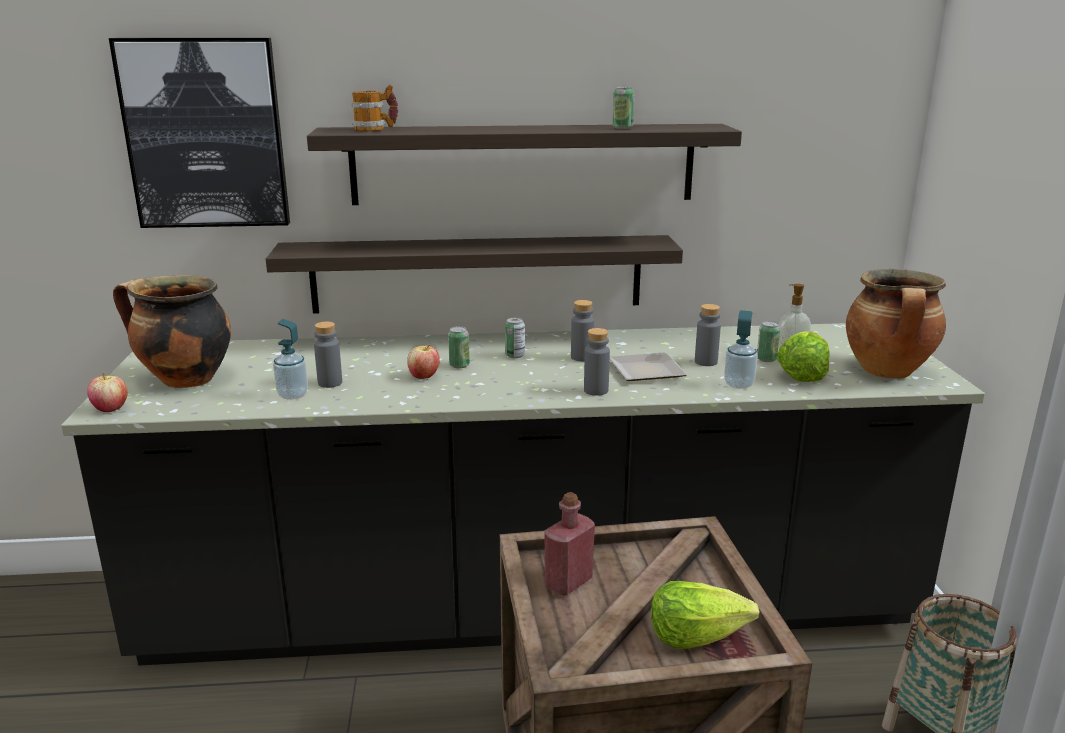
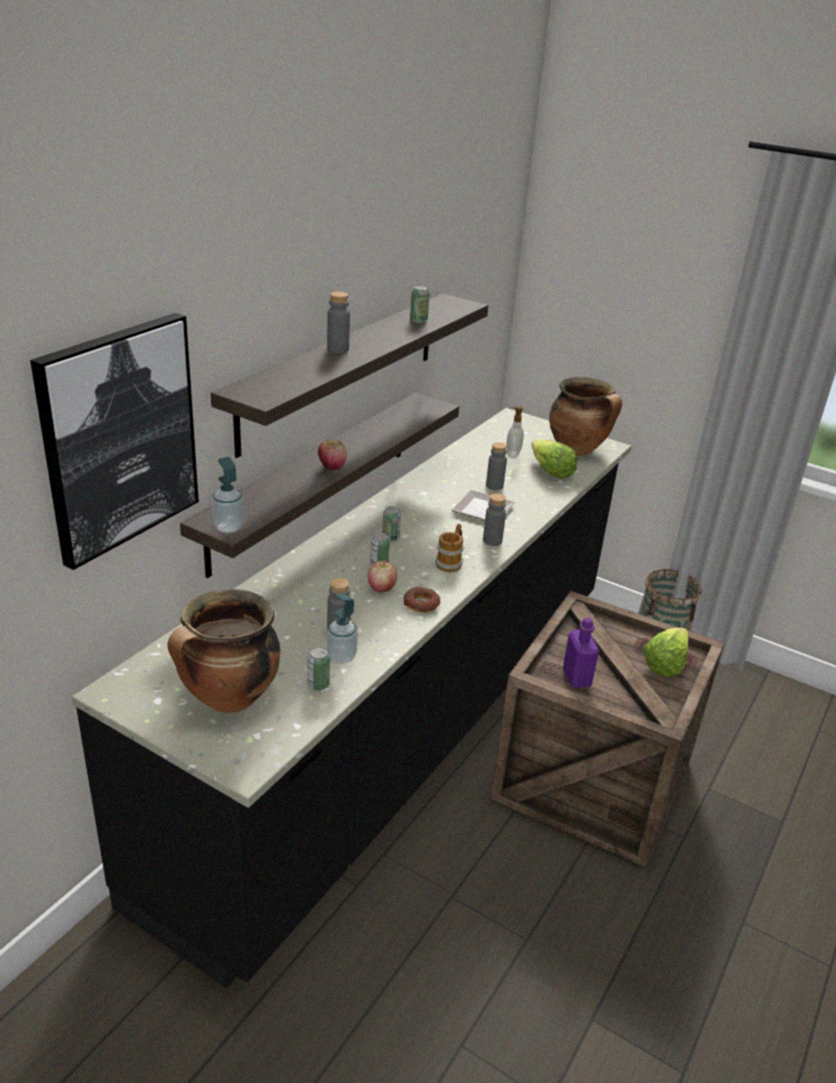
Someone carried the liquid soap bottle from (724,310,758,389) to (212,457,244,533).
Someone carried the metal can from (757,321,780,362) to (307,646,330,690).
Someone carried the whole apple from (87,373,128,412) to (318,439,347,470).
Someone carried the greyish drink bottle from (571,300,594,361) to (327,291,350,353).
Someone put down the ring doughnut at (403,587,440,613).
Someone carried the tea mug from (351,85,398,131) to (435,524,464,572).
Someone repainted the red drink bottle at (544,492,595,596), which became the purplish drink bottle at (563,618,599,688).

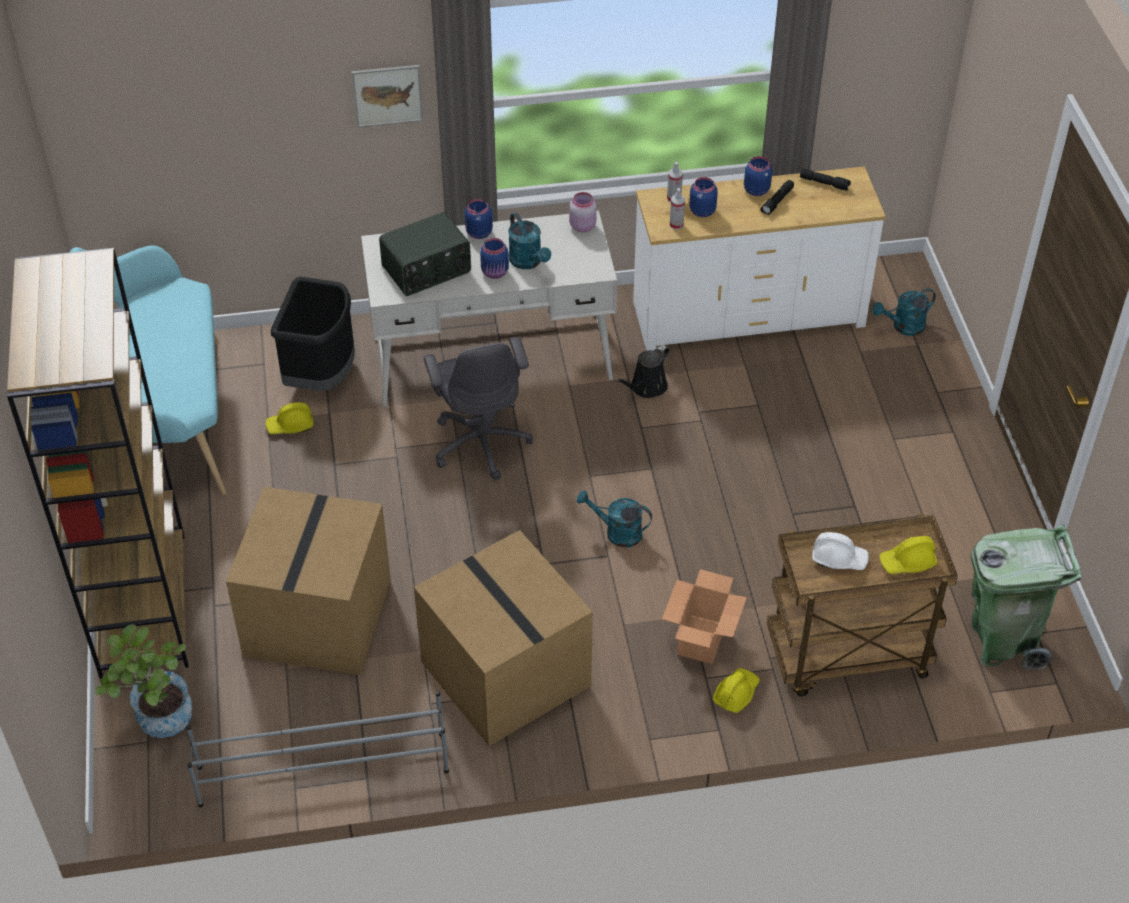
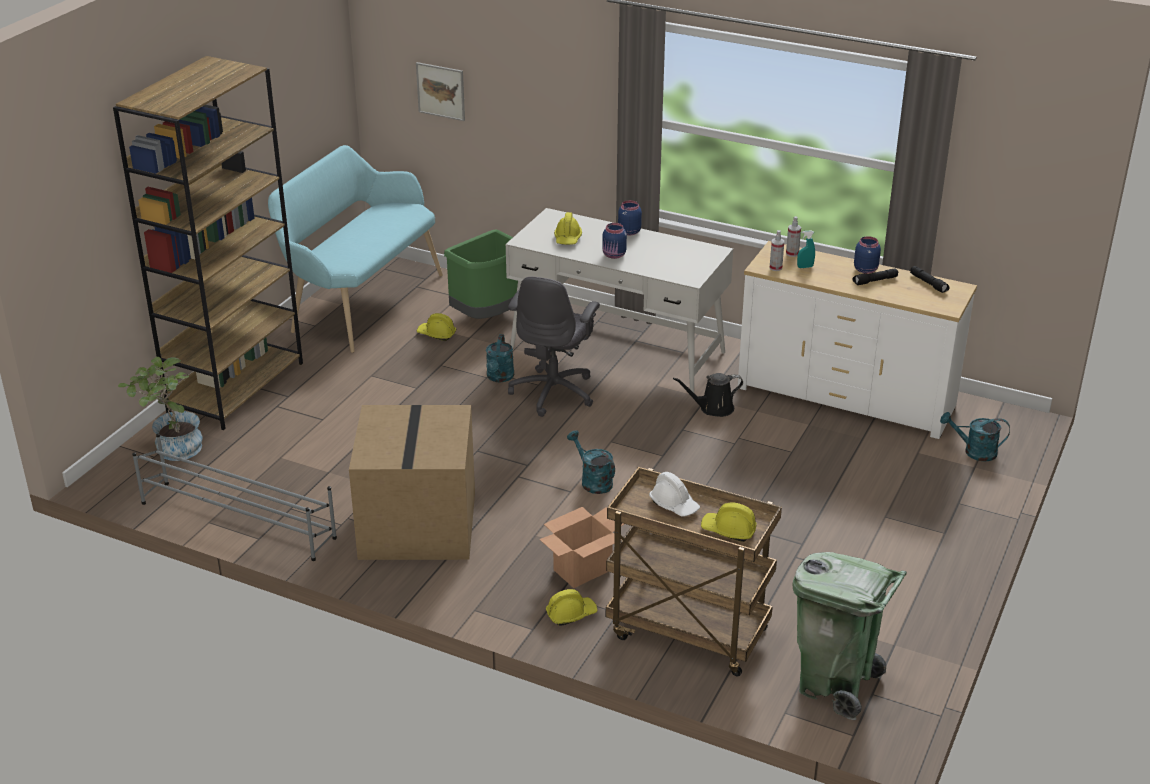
Someone carried the wall picture from (351,65,423,128) to (416,62,465,121).
Someone repainted the black rubbish bin at (271,277,355,391), which became the greenish rubbish bin at (444,230,518,319).
Someone carried the blue-green watering pot from (508,212,551,269) to (486,334,514,382).
Someone swapped the radio receiver at (379,212,471,296) for the yellowish work helmet at (554,212,582,245).
Someone swapped the blue-coloured storage jar at (689,177,718,217) for the blue-green hand sprayer at (797,230,815,268).
Someone took away the carton at (226,487,391,675).
Someone took away the pink storage jar at (569,192,597,232).

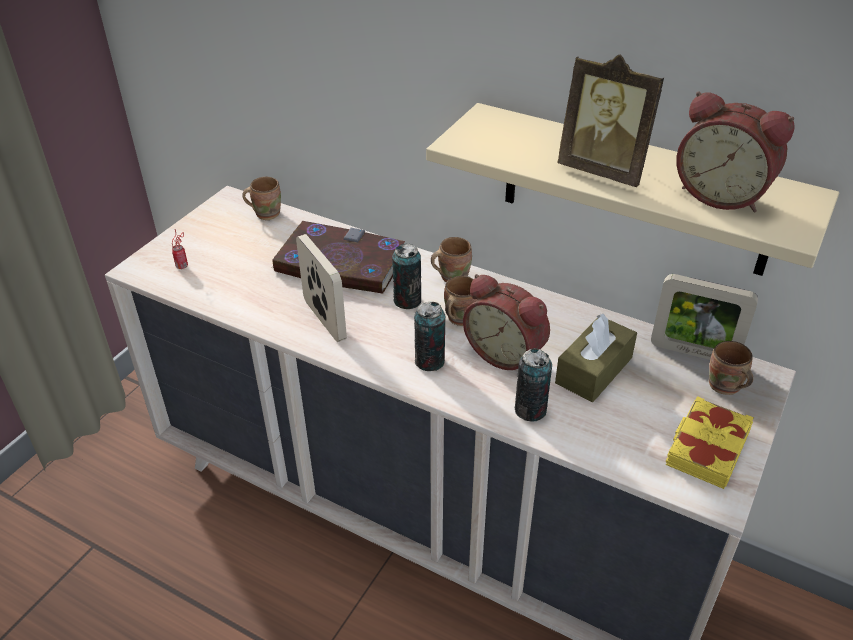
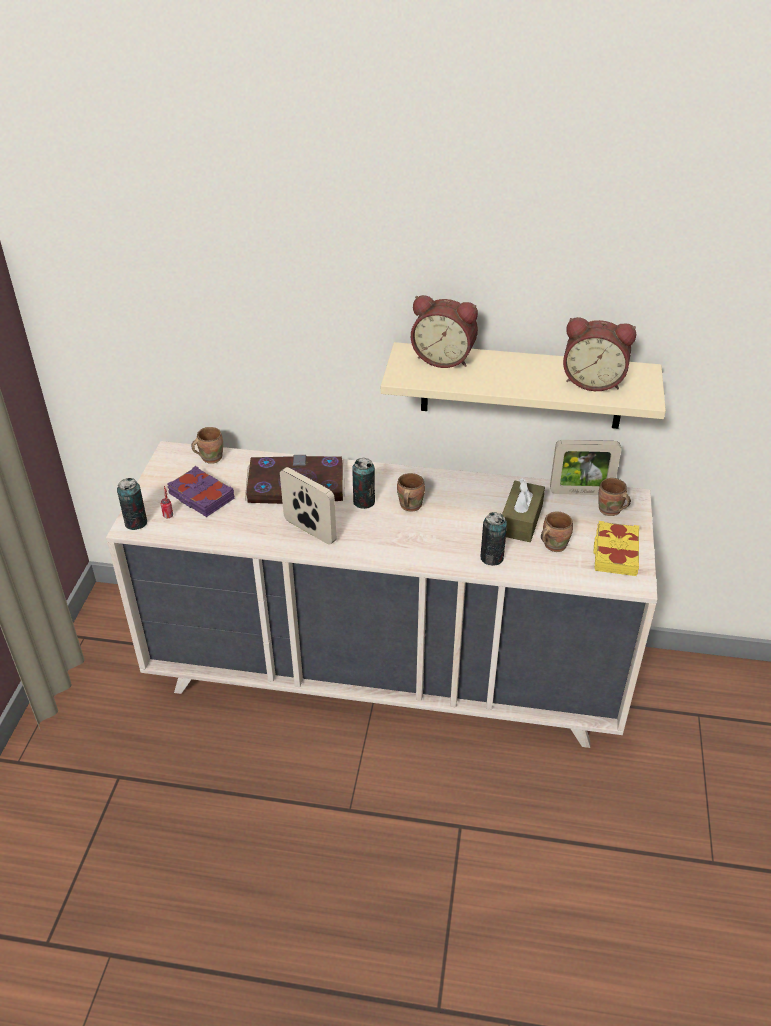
Someone carried the metal can from (414,302,445,371) to (117,478,147,530).
Someone put down the purplish book at (167,466,234,517).
Someone carried the alarm clock from (463,274,550,370) to (411,295,478,368).
Someone carried the brown-coloured tea mug from (431,237,472,282) to (541,511,573,552).
Someone took away the standing frame at (557,54,664,187).

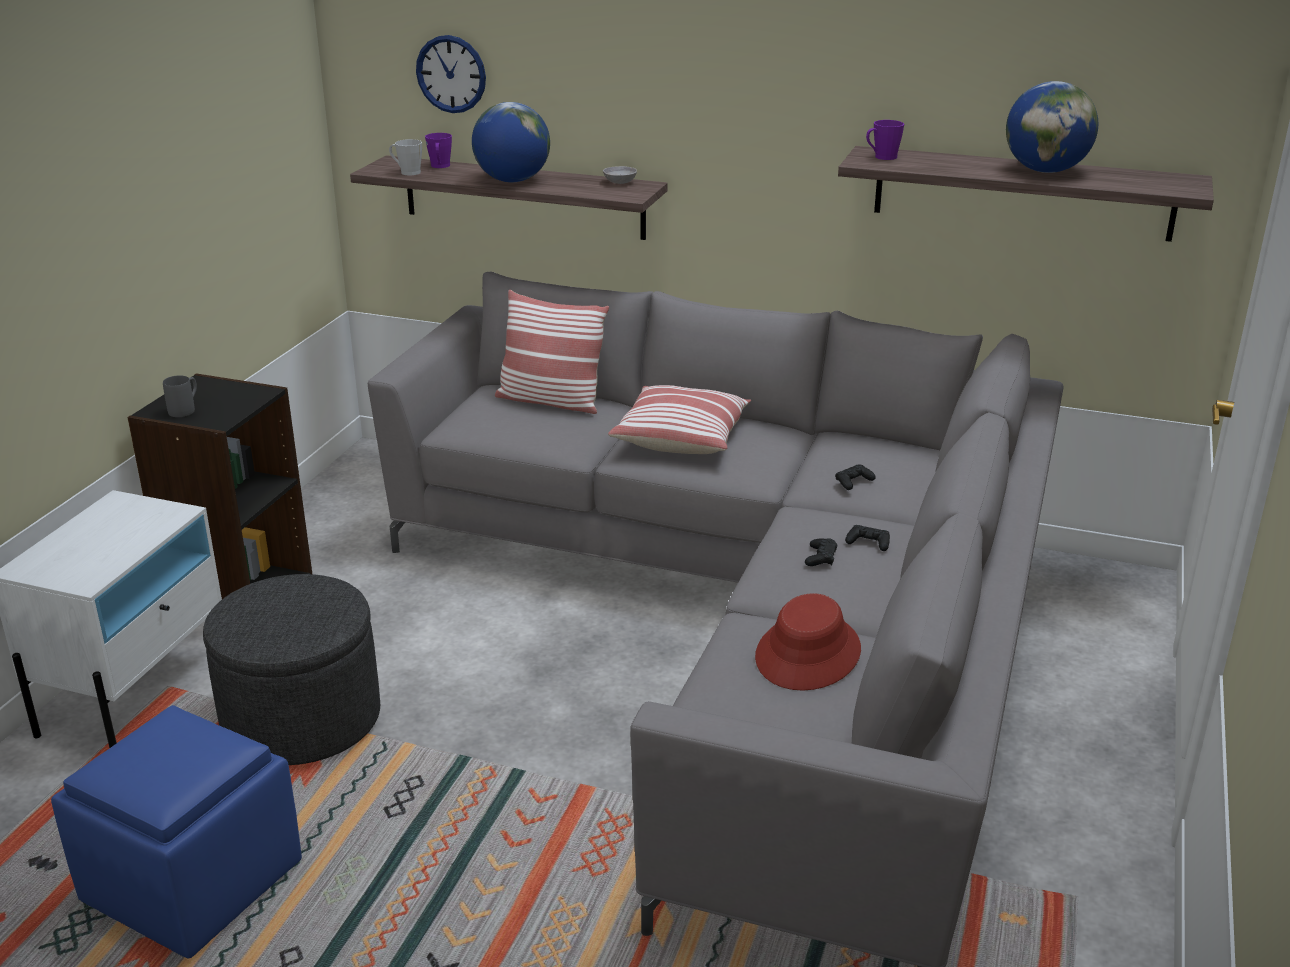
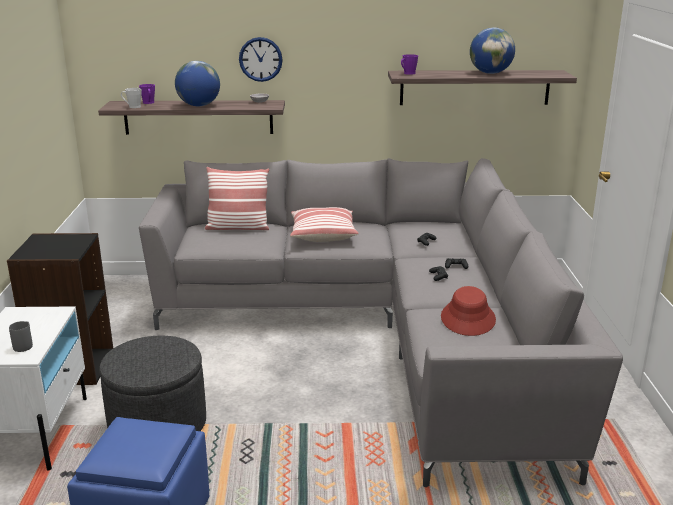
Someone carried the greyish tea mug from (163,375,197,417) to (9,321,33,352).
Someone carried the clock on the wall from (416,35,486,113) to (239,37,283,82).

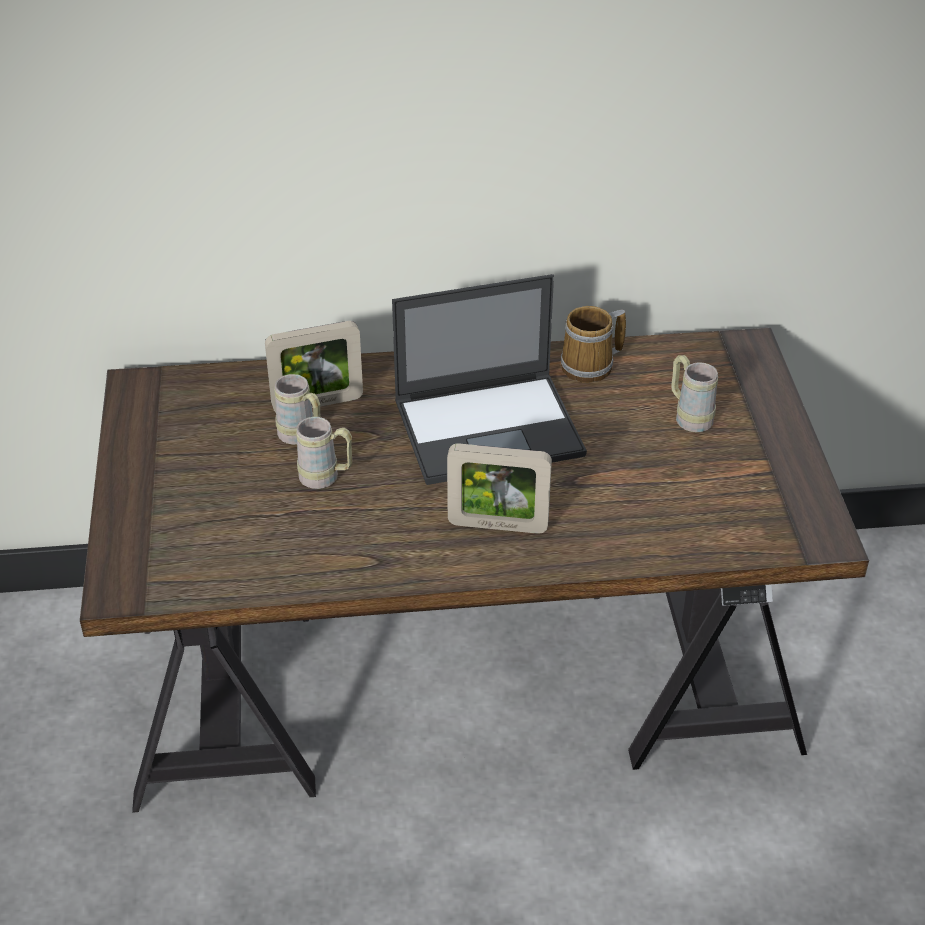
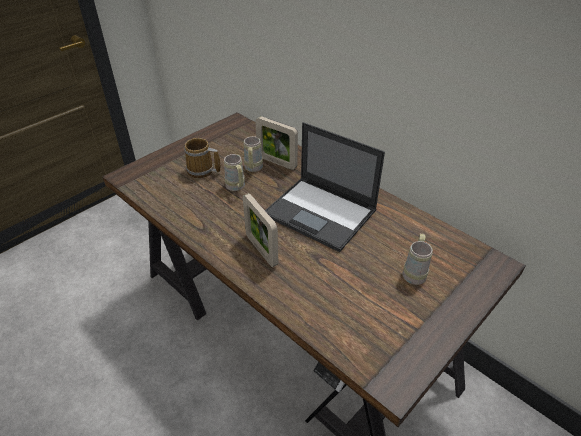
Someone carried the tea mug from (561,306,626,383) to (184,138,220,178).

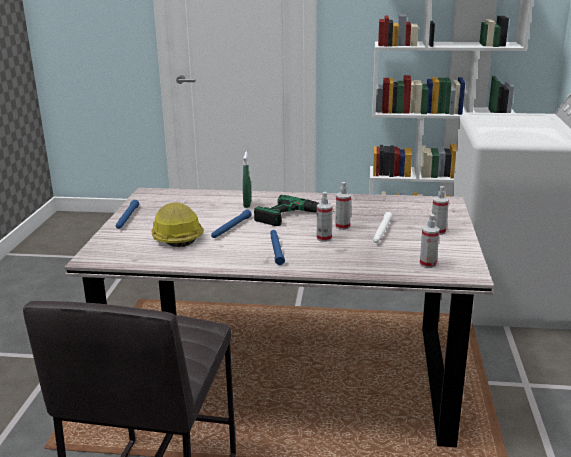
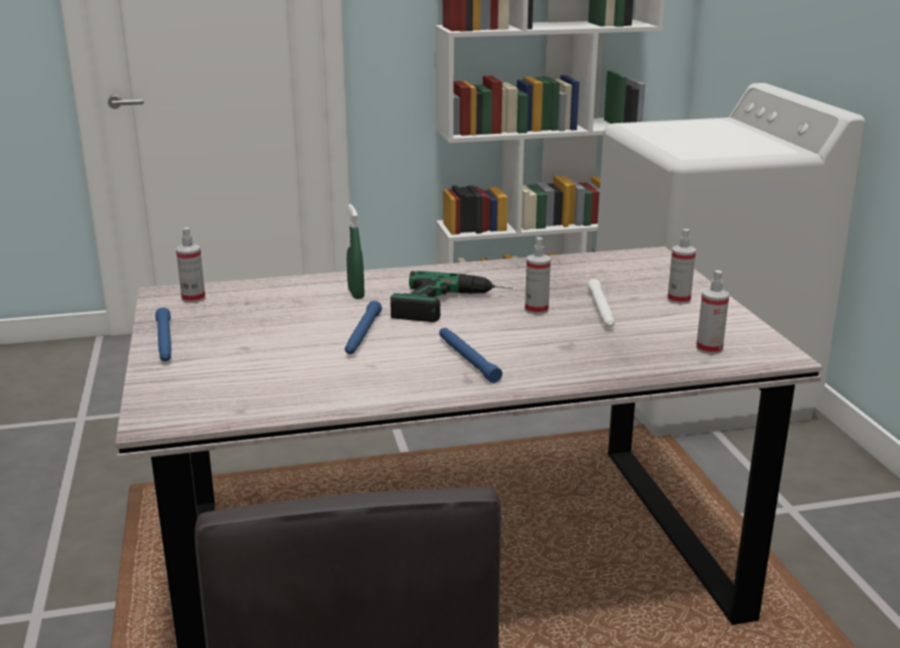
Someone carried the hand sprayer from (317,192,332,242) to (176,227,206,303).
Someone took away the work helmet at (151,202,204,247).

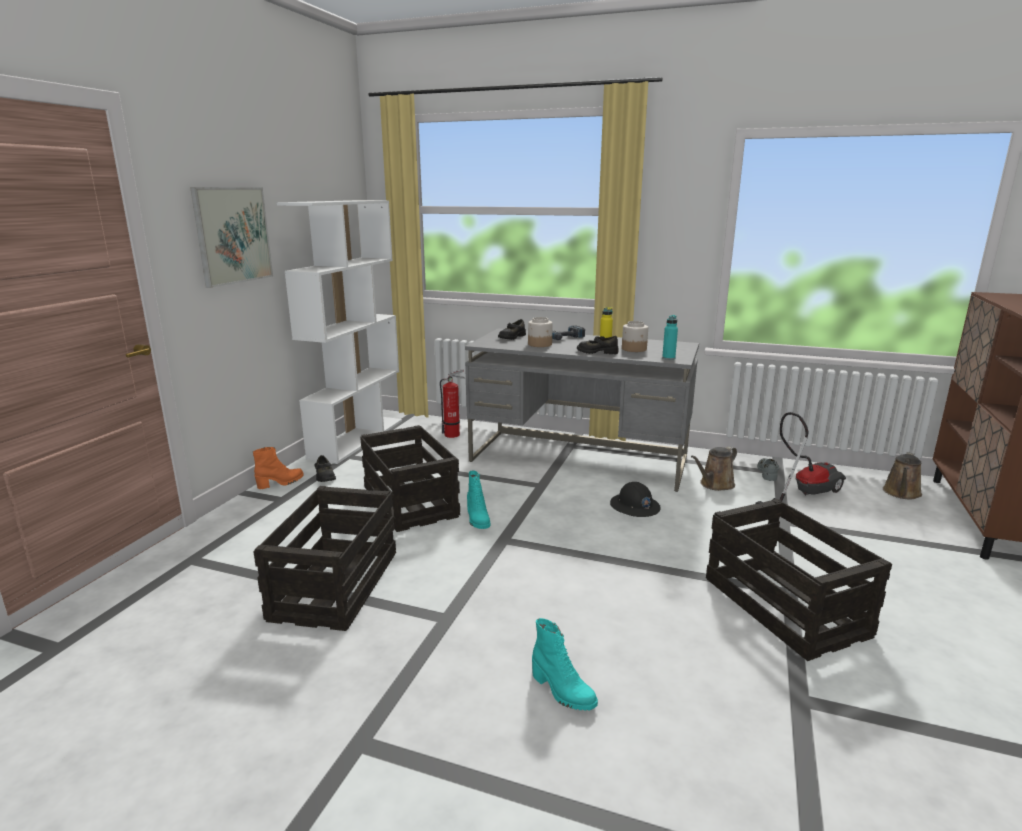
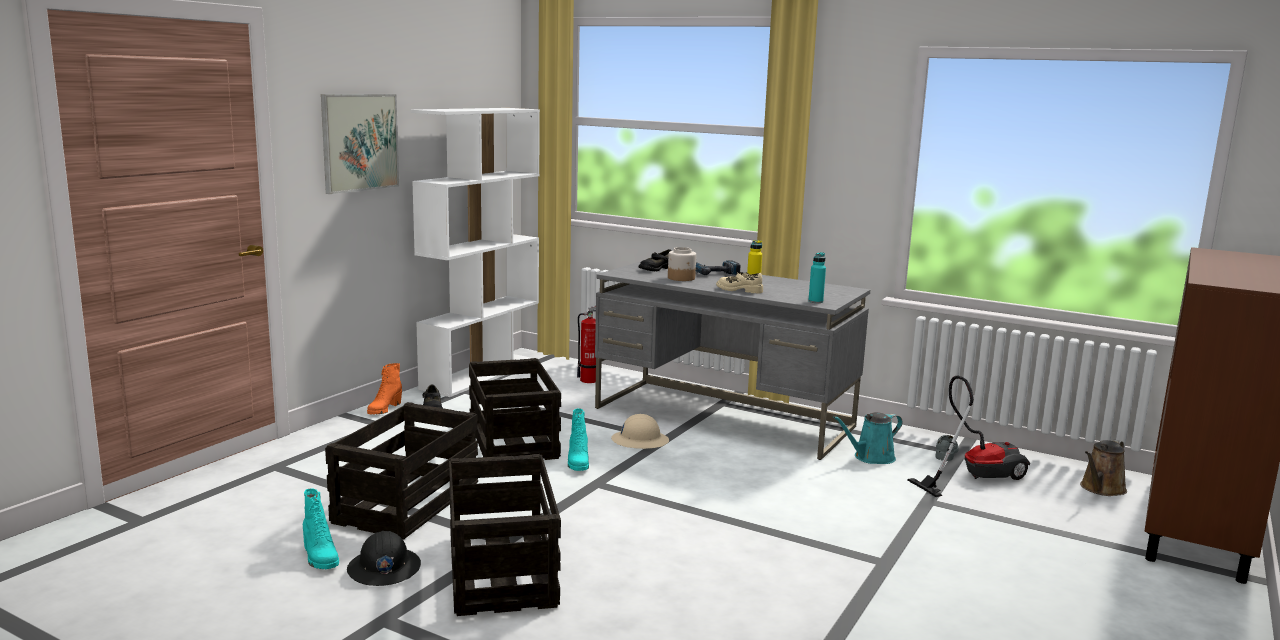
Someone carried the blue-green tall boot from (532,618,598,711) to (303,488,339,569).
Someone carried the black work helmet from (610,482,660,517) to (347,531,421,586).
Someone rotated the orangey tall boot at (253,447,304,489) by 135 degrees clockwise.
Someone carried the crate from (706,499,892,661) to (449,454,561,616).
Someone put down the beige work helmet at (611,414,669,449).
Someone repainted the black low shoe at (577,336,618,354), which became the beige low shoe at (716,272,763,294).
Someone repainted the brown-coloured watering pot at (691,446,737,491), which became the blue-green watering pot at (833,412,903,464).
Someone took away the storage jar at (622,321,648,352).

